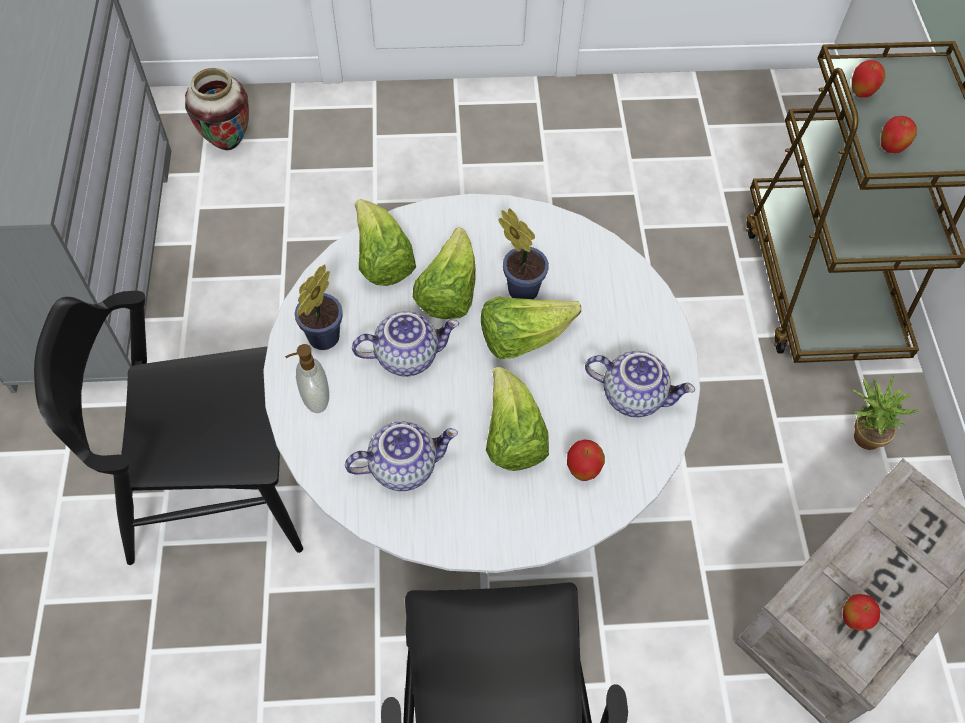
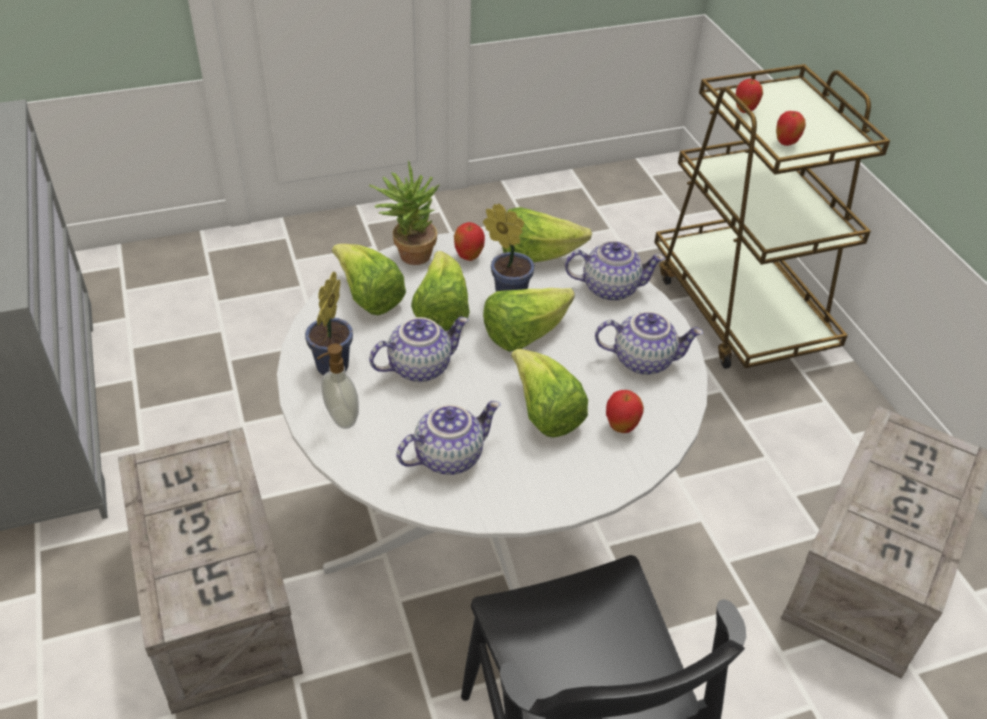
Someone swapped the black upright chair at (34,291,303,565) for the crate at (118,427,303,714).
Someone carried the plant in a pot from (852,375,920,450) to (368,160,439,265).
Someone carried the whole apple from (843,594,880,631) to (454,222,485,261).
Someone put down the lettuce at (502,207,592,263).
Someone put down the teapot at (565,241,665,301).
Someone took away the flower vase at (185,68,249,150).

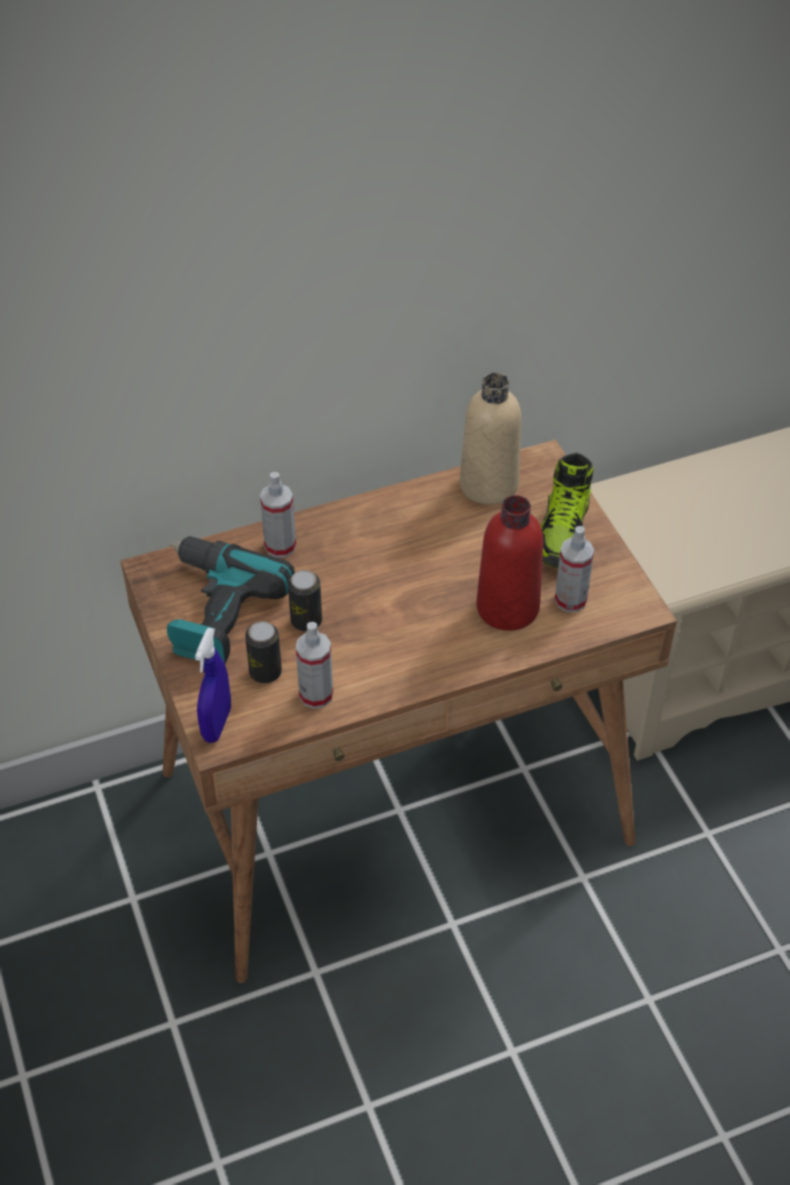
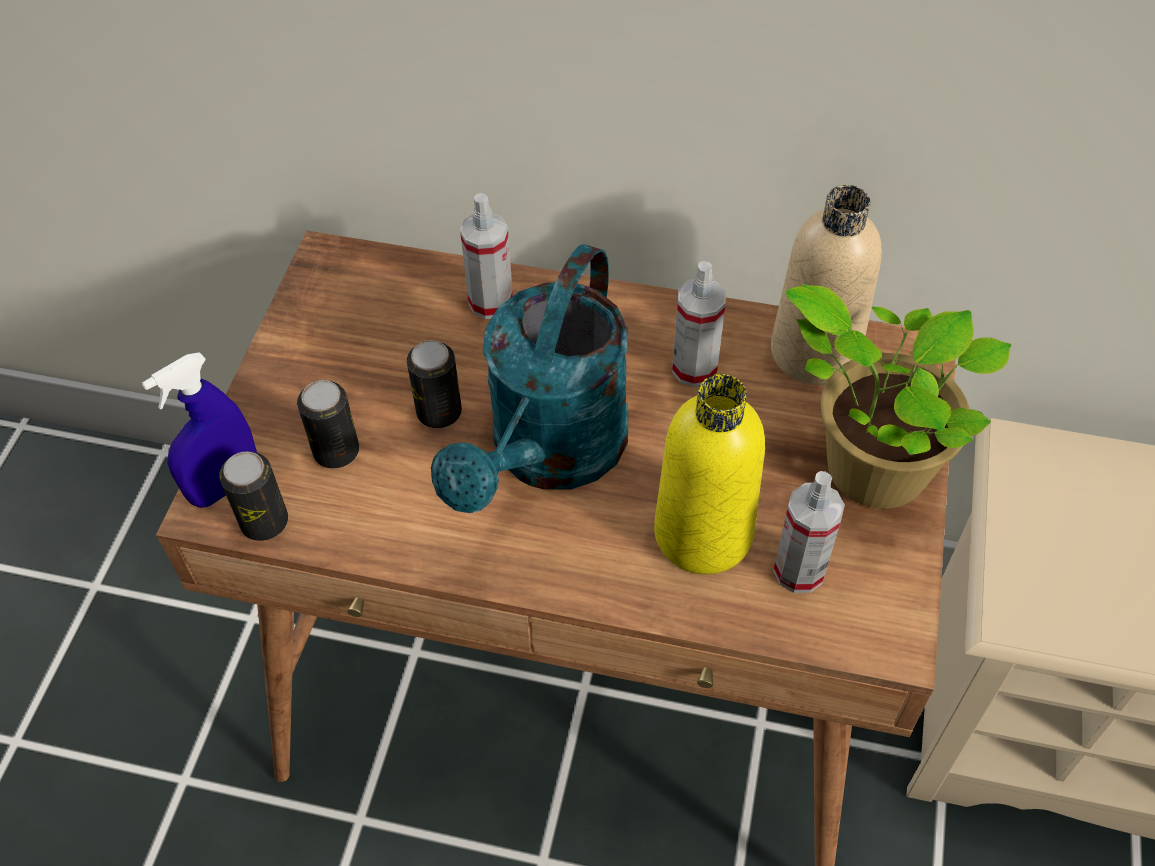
Someone put down the metal can at (219,451,288,541).
Someone put down the blue-green watering pot at (431,244,628,513).
Someone repainted the red drink bottle at (476,495,543,631), which became the yellowish drink bottle at (654,374,765,575).
Someone carried the hand sprayer from (296,622,333,709) to (672,261,726,387).
Someone swapped the low shoe at (540,453,594,568) for the plant in a pot at (785,284,1011,509).
Someone took away the drill at (167,536,295,663).

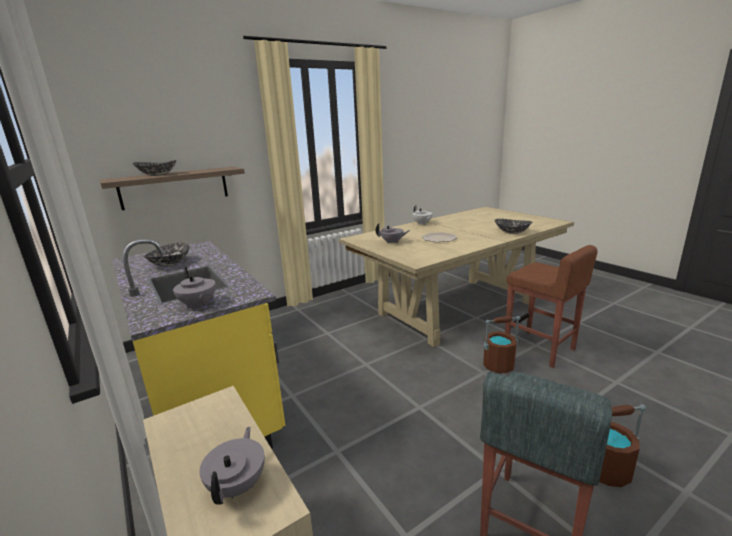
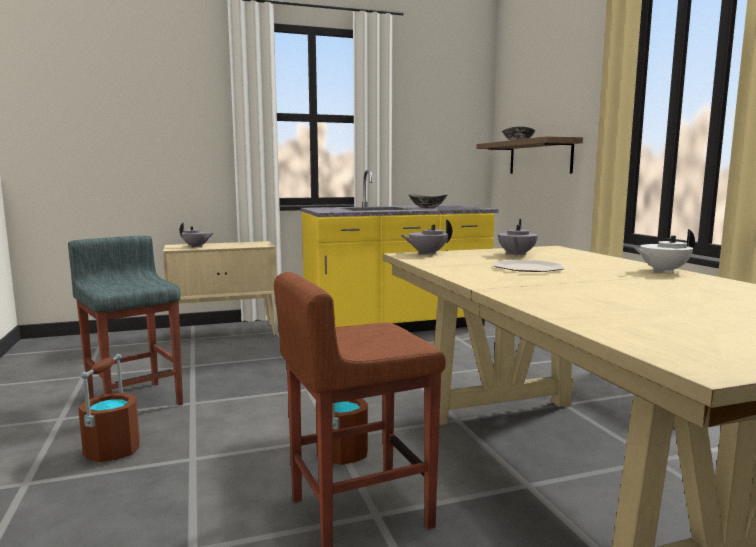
Someone carried the greyish teapot from (173,267,216,308) to (401,219,452,255).
Someone took away the deep dish at (495,219,532,234).

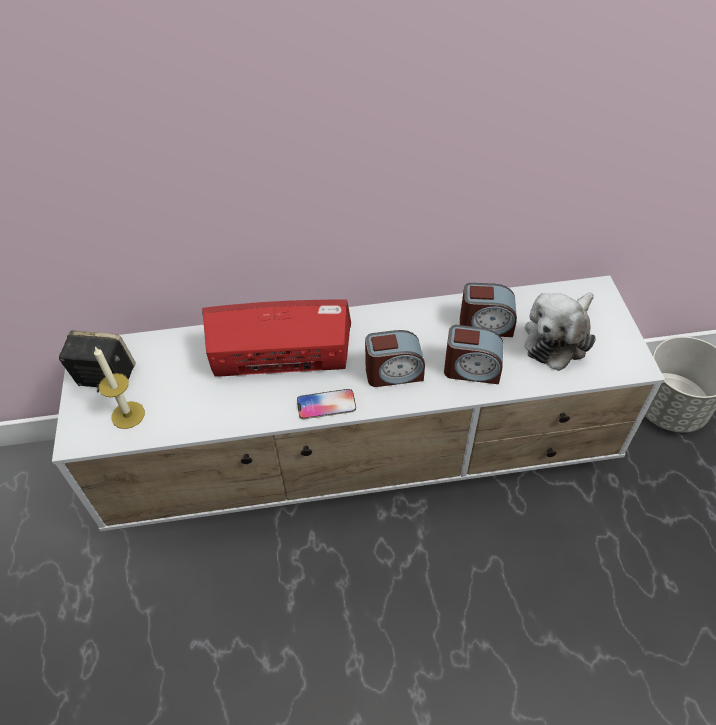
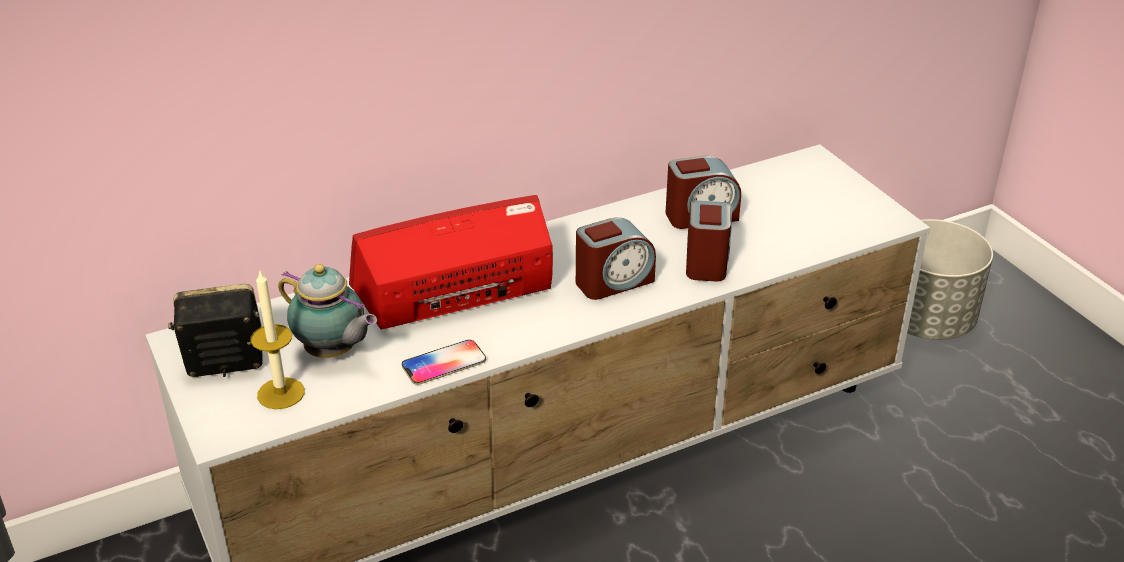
Someone put down the teapot at (278,264,377,358).
Someone carried the handset from (297,389,356,419) to (402,340,486,385).
Someone rotated the alarm clock at (444,325,504,384) by 75 degrees counterclockwise.
Someone took away the plush toy at (525,293,596,371).

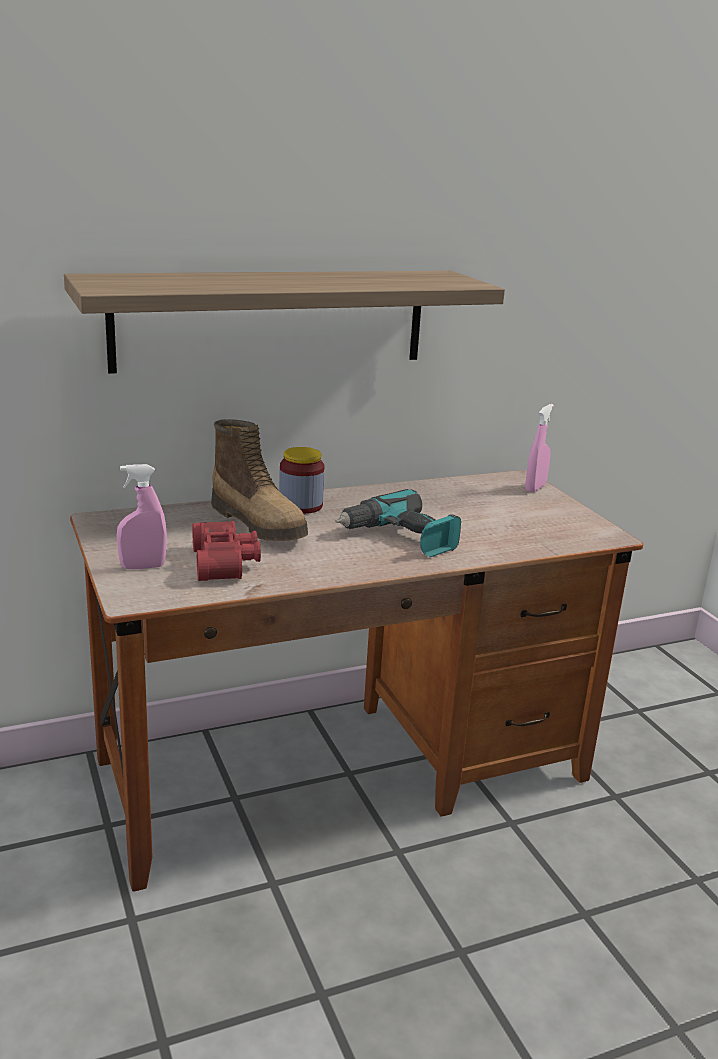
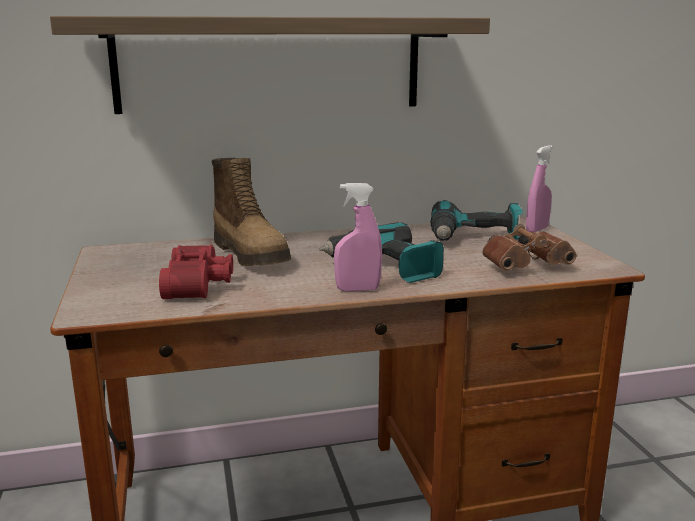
Someone carried the pink hand sprayer from (117,464,167,569) to (334,183,382,291).
Someone put down the drill at (431,200,523,241).
Someone put down the brown-coloured binoculars at (482,224,576,271).
Someone took away the storage jar at (279,447,324,514).

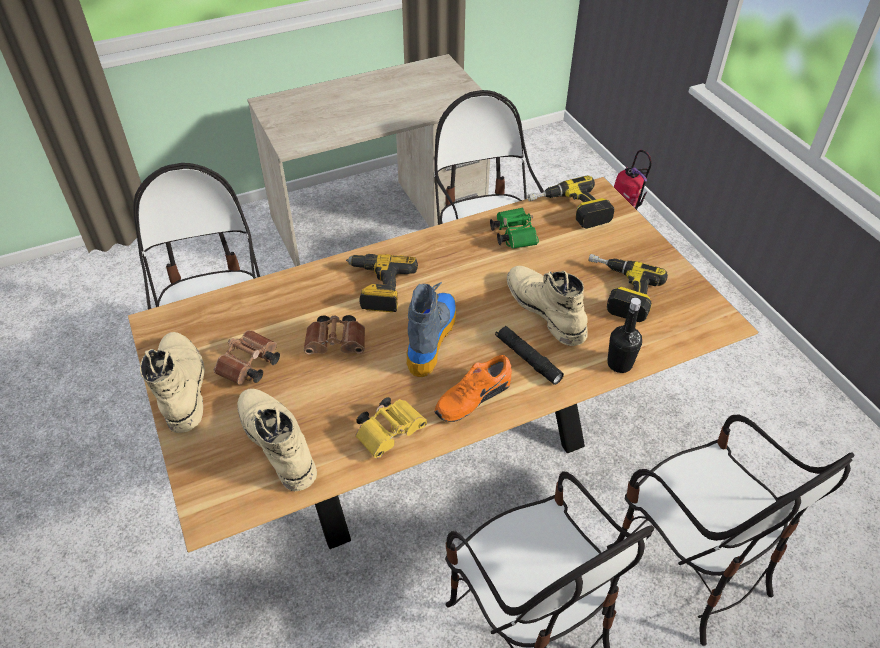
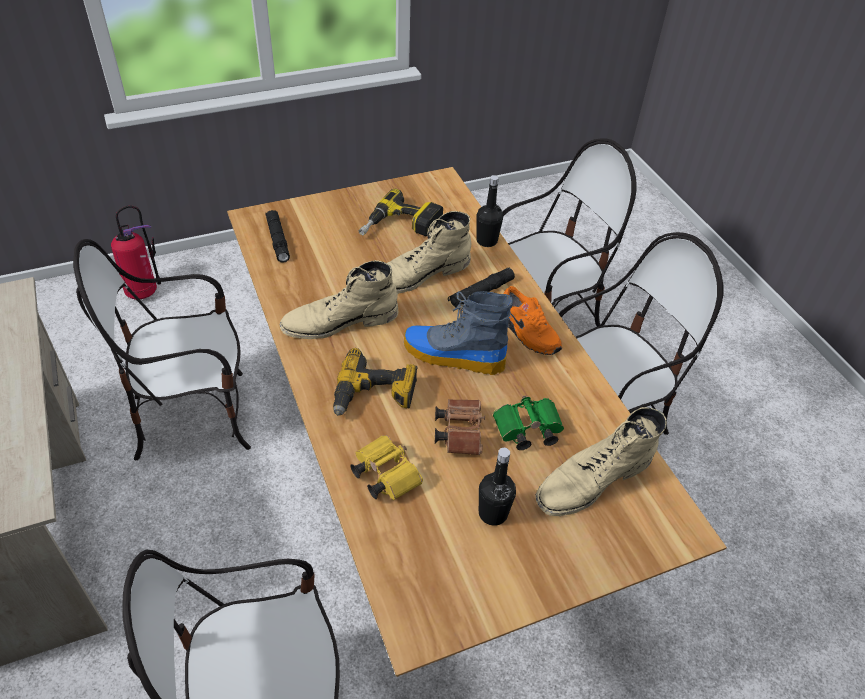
Someone swapped the drill at (527,176,615,229) for the black hand torch at (265,210,290,263).
Someone carried the beige tall boot from (140,332,205,433) to (280,260,398,339).
Someone carried the yellowish binoculars from (356,397,427,458) to (351,435,423,500).
Someone swapped the brown-coloured binoculars at (214,330,280,385) for the black drink bottle at (479,448,516,526).
Someone carried the greenish binoculars from (490,207,539,249) to (493,395,564,450).

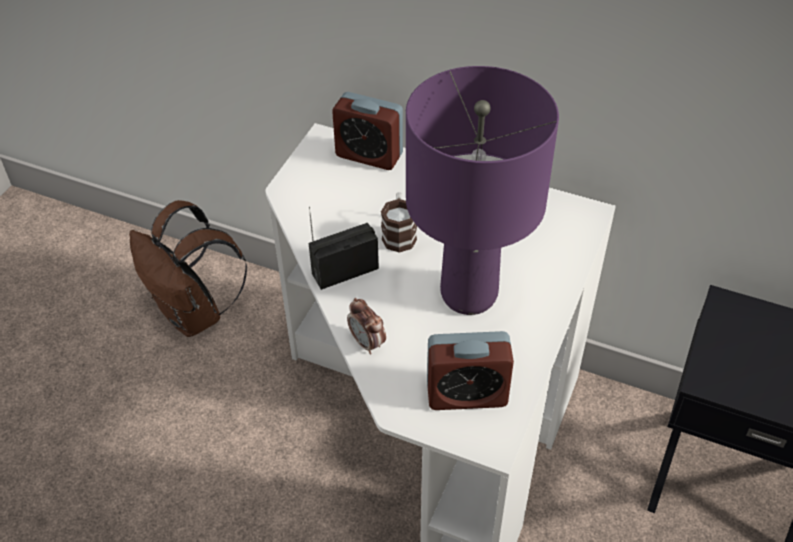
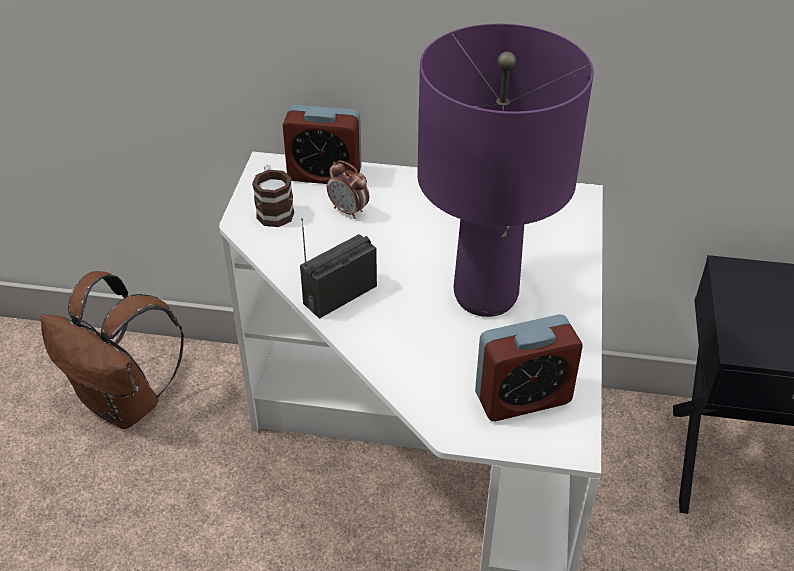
Someone carried the tea mug from (381,192,417,253) to (252,165,295,227).
Someone carried the alarm clock from (347,298,386,354) to (327,160,369,219).

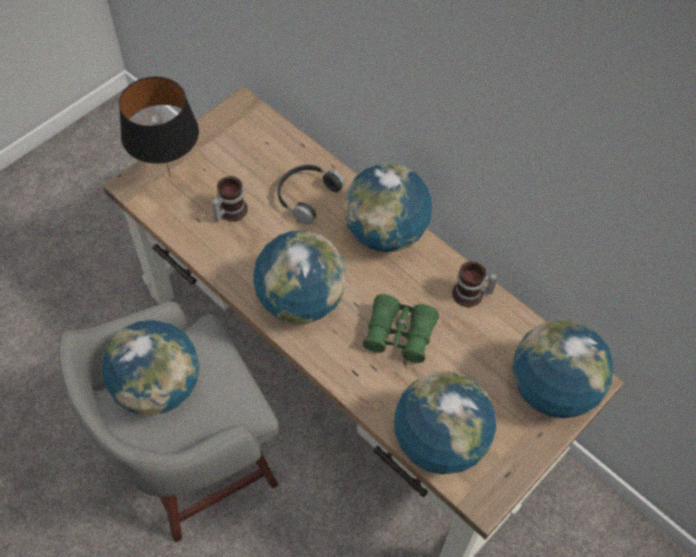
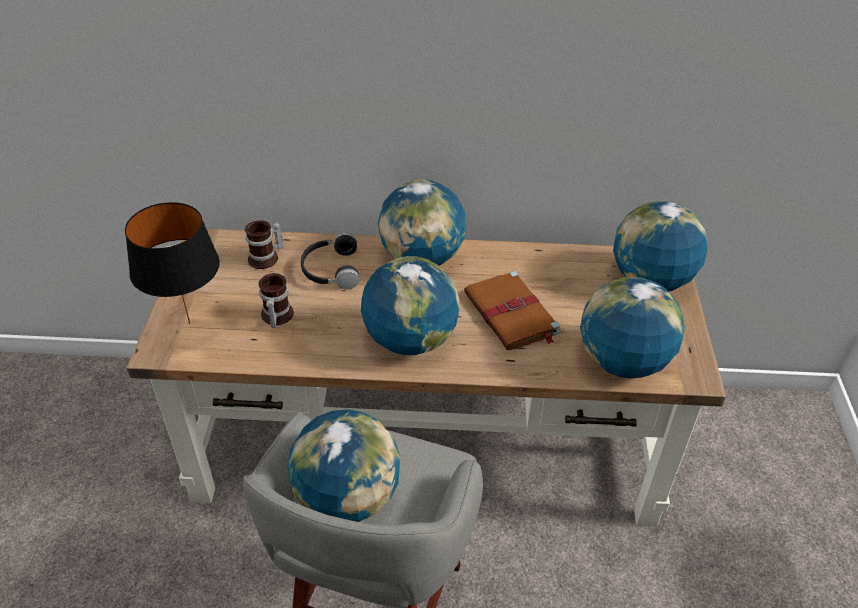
Someone carried the tea mug from (452,261,497,307) to (245,220,283,269).
Someone swapped the greenish binoculars at (363,294,439,363) for the brown-coloured book at (464,271,560,350).

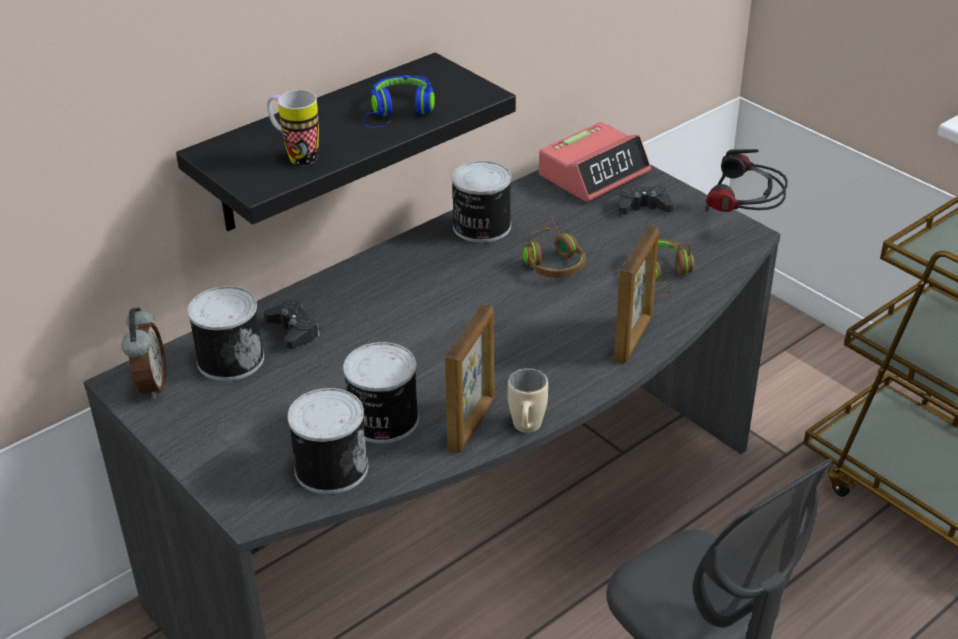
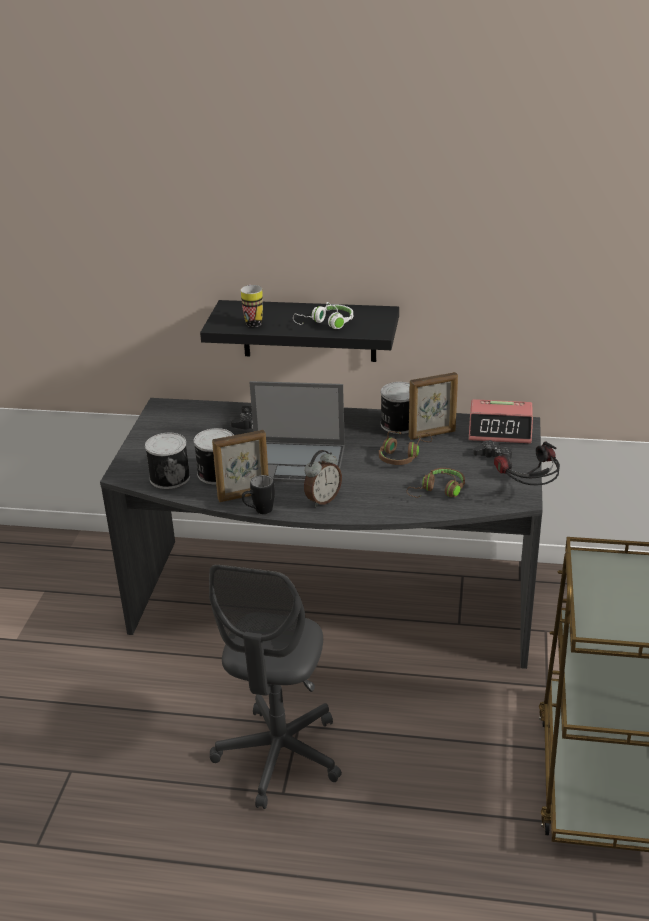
Someone repainted the beige tea mug at (508,368,548,433), which became the black tea mug at (242,475,275,514).
Someone put down the portable computer at (249,381,345,483).
Someone repainted the blue-coloured pair of headphones at (363,75,435,128), which became the white pair of headphones at (293,302,353,329).
Someone carried the alarm clock from (121,307,166,399) to (304,450,342,507).
Someone carried the standing frame from (614,226,659,364) to (409,372,458,440).
Someone took away the metal can at (187,286,264,381).

